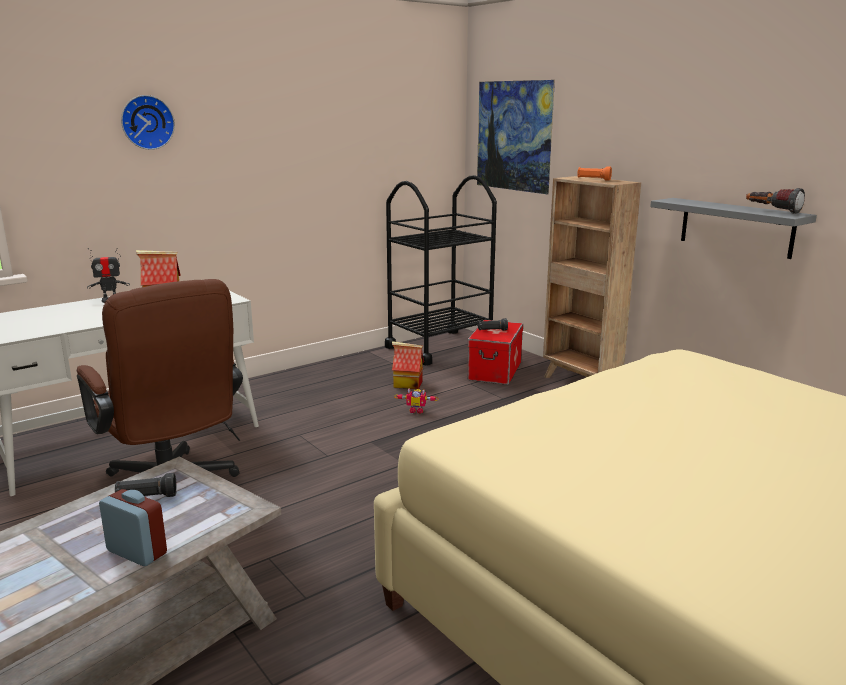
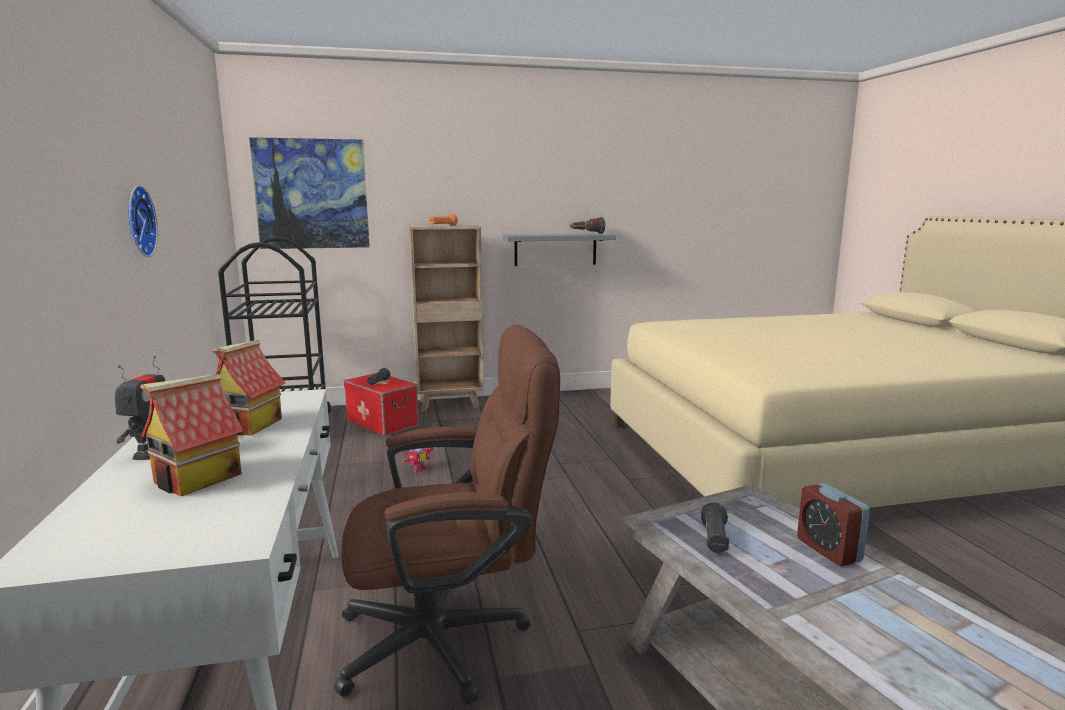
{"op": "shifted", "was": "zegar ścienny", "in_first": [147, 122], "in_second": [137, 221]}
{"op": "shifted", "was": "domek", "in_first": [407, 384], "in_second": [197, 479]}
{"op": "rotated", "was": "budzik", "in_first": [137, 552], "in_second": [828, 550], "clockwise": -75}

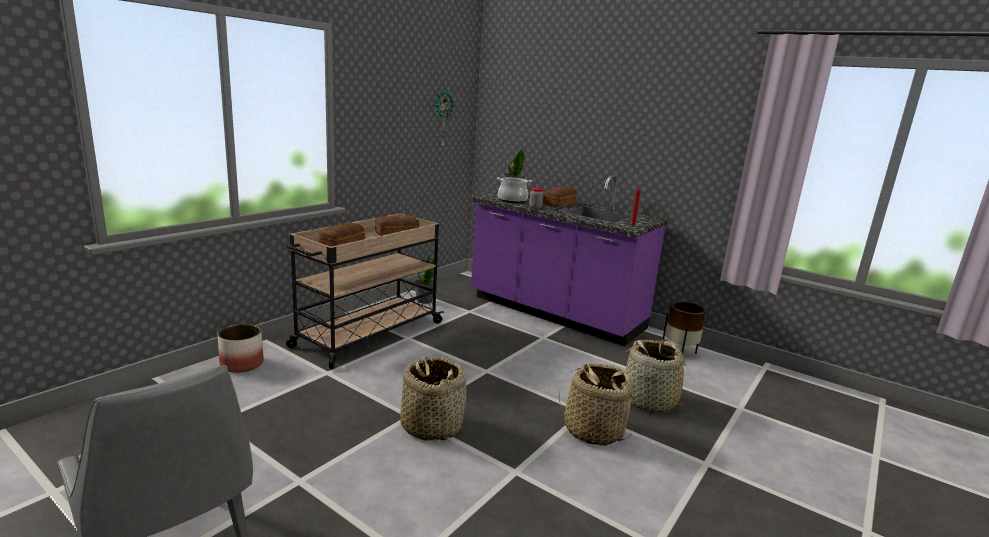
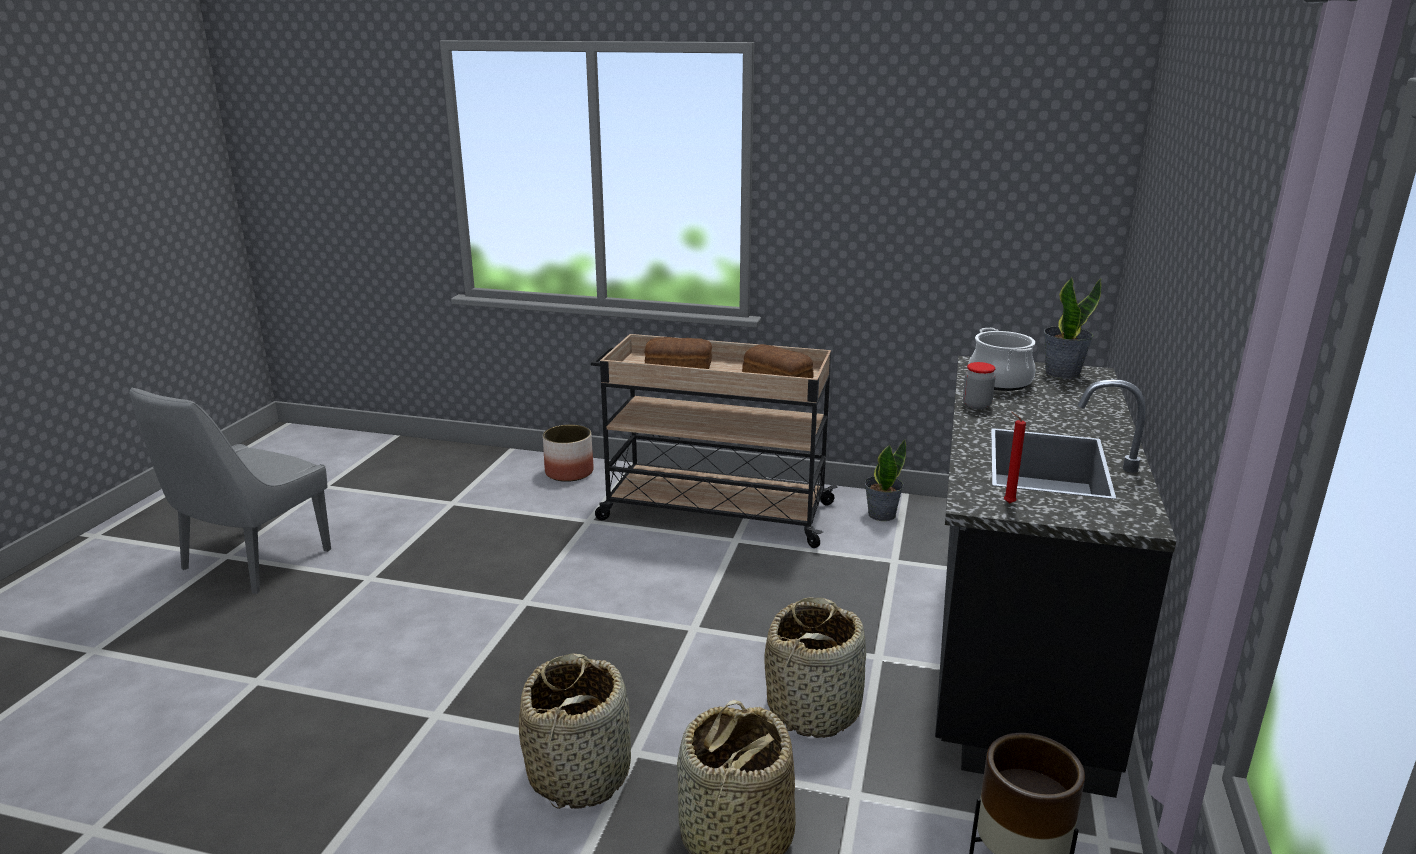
{"op": "gone", "was": "zegar ścienny", "in_first": [442, 118]}
{"op": "repainted", "was": "zabudowa kuchenna (fioletowy)", "now": "zabudowa kuchenna (czarny)", "in_first": [555, 313], "in_second": [1011, 649]}
{"op": "gone", "was": "chleb", "in_first": [559, 203]}
{"op": "shifted", "was": "koszyk", "in_first": [431, 425], "in_second": [814, 708]}

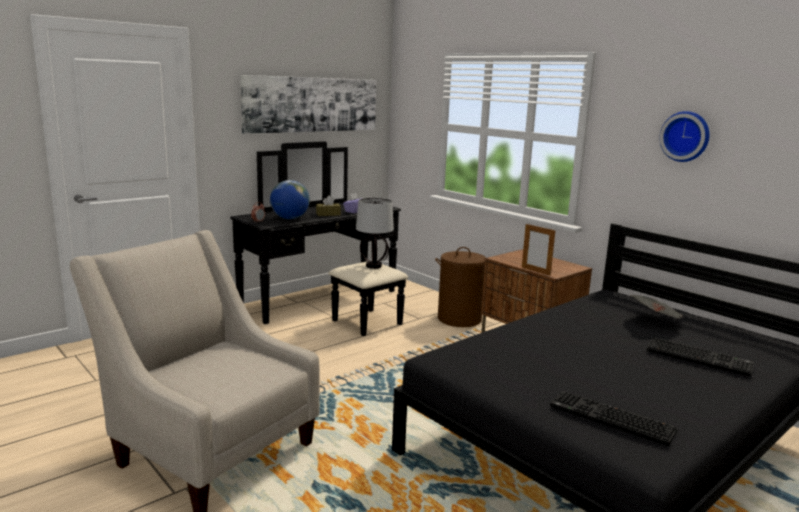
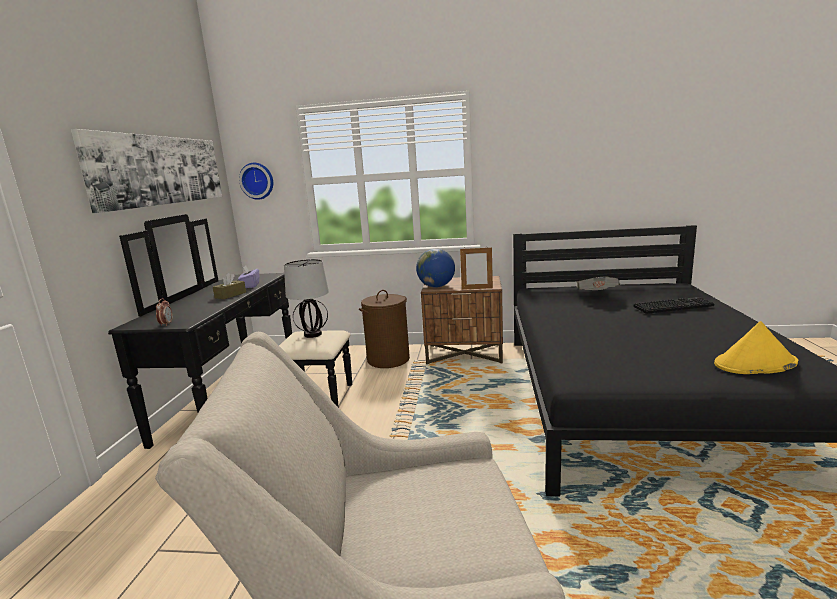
{"op": "shifted", "was": "zegar ścienny", "in_first": [685, 136], "in_second": [257, 181]}
{"op": "shifted", "was": "globus", "in_first": [290, 218], "in_second": [436, 286]}
{"op": "swapped", "was": "klawiatura", "now": "kapelusz (żółty)", "in_first": [609, 419], "in_second": [754, 364]}

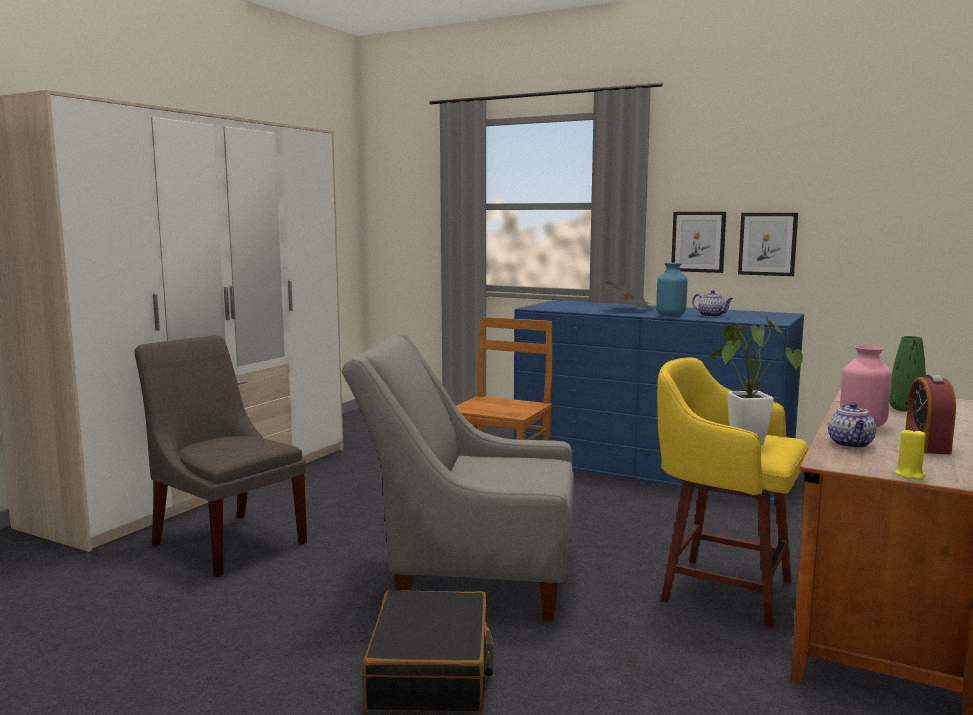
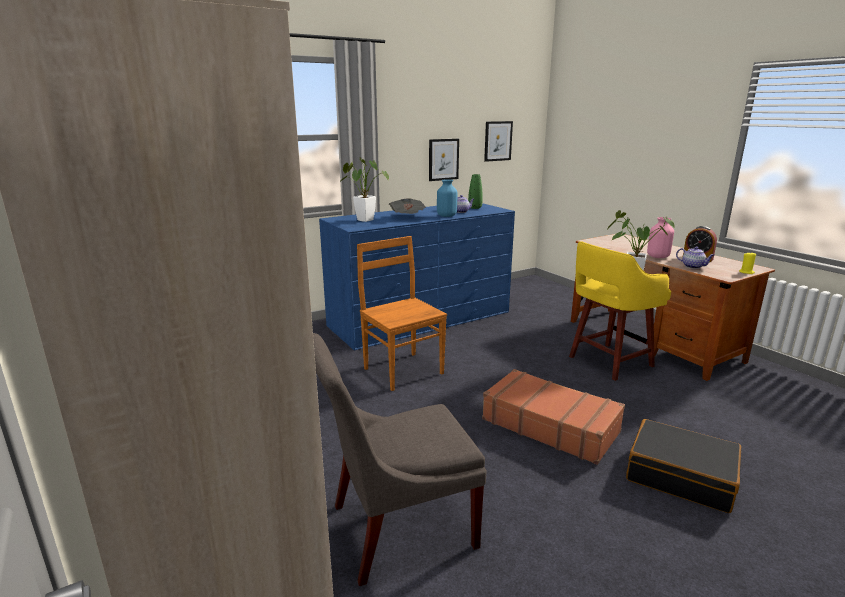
{"op": "shifted", "was": "obraz", "in_first": [698, 242], "in_second": [498, 141]}
{"op": "swapped", "was": "fotel (szary)", "now": "walizka (brązowy)", "in_first": [469, 575], "in_second": [550, 425]}
{"op": "shifted", "was": "wazon (zielony)", "in_first": [905, 409], "in_second": [475, 208]}
{"op": "new", "now": "roślina doniczkowa", "in_second": [362, 219]}

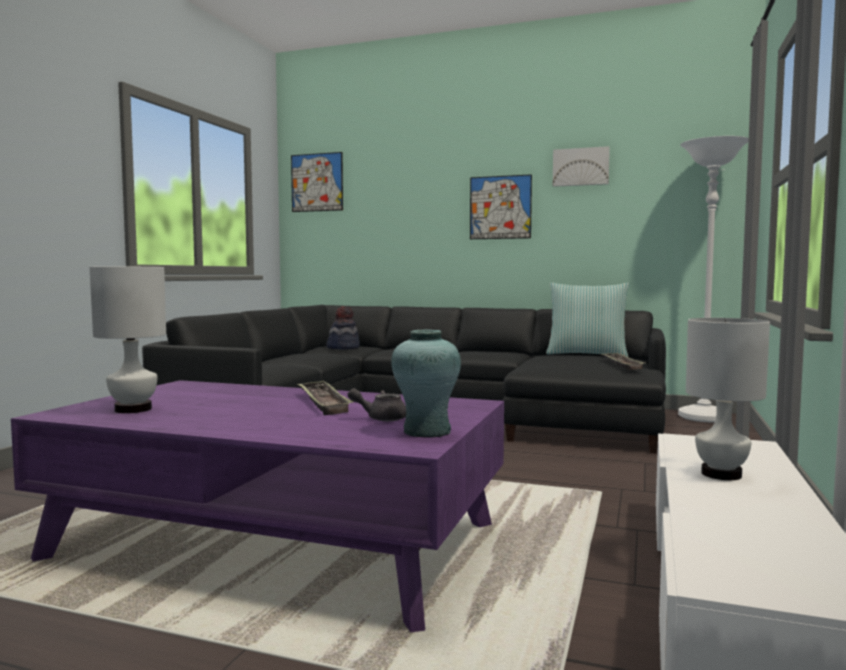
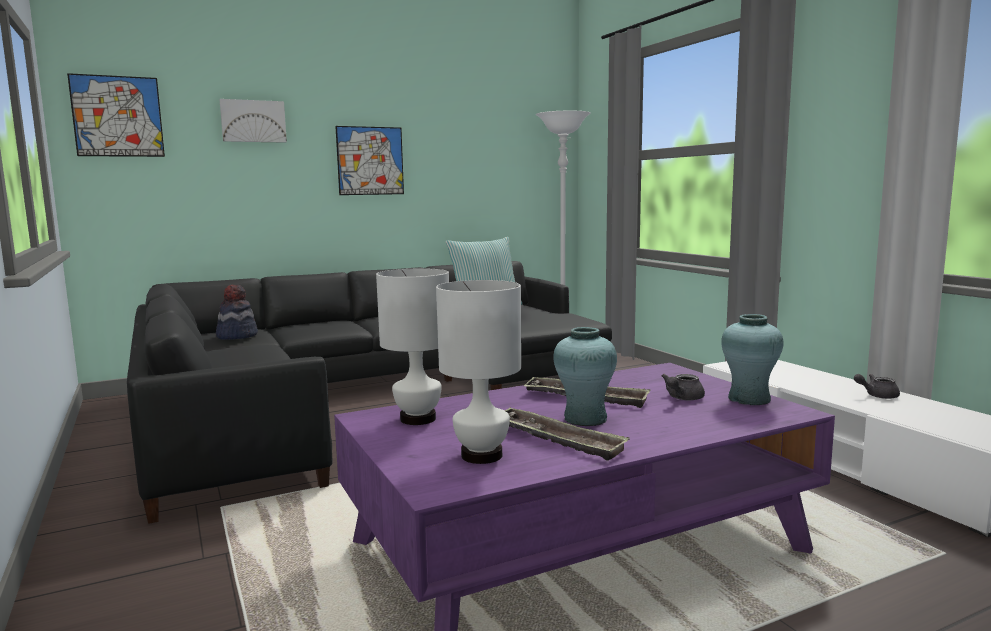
{"op": "shifted", "was": "obraz", "in_first": [581, 167], "in_second": [253, 121]}
{"op": "shifted", "was": "lampa stołowa (biały)", "in_first": [720, 474], "in_second": [417, 419]}
{"op": "shifted", "was": "taca", "in_first": [621, 364], "in_second": [556, 439]}
{"op": "new", "now": "wazon (turkusowy)", "in_second": [585, 419]}
{"op": "new", "now": "imbryk (szary)", "in_second": [877, 395]}

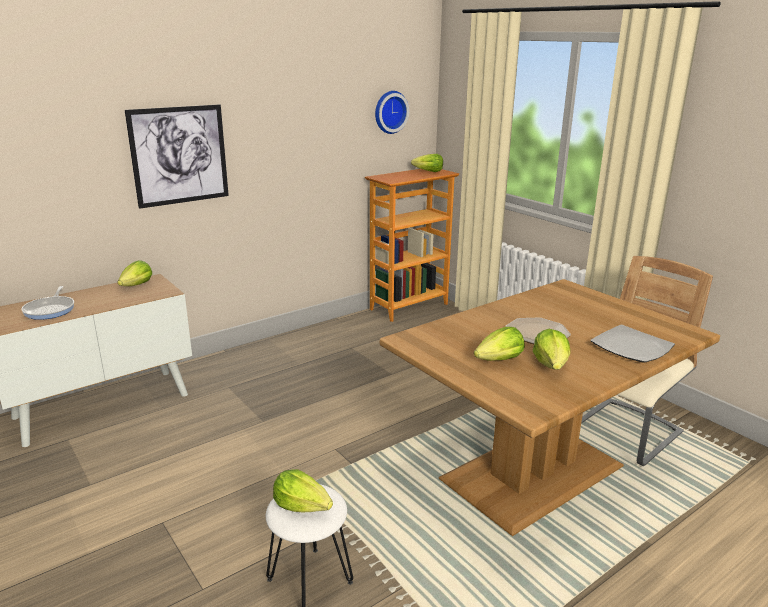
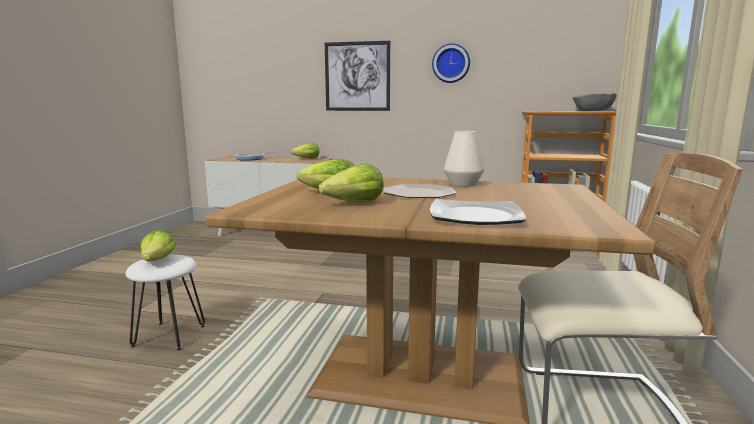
{"op": "shifted", "was": "zegar ścienny", "in_first": [389, 112], "in_second": [451, 63]}
{"op": "swapped", "was": "sałata", "now": "miska (szary)", "in_first": [428, 172], "in_second": [592, 111]}
{"op": "new", "now": "wazon (biały)", "in_second": [462, 184]}

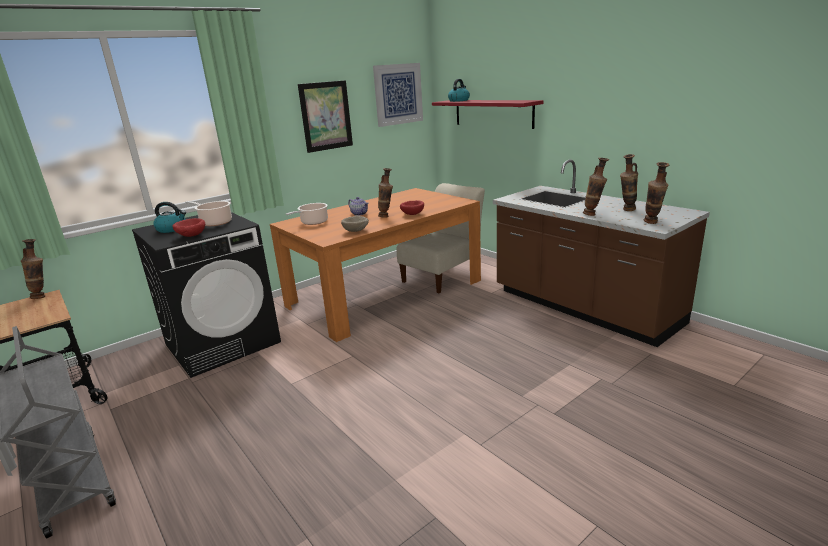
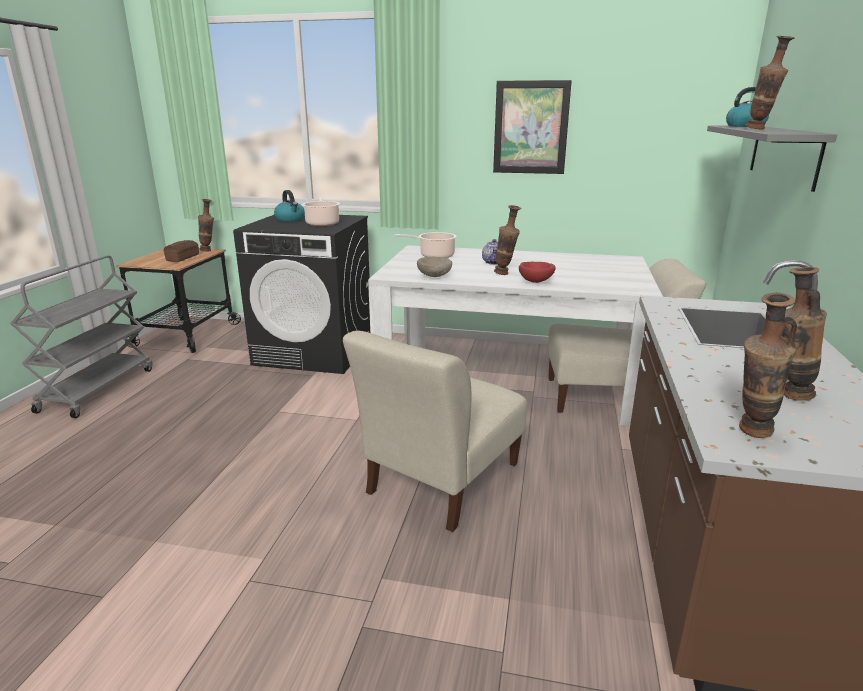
{"op": "gone", "was": "obraz", "in_first": [398, 94]}
{"op": "repainted", "was": "półka (czerwony)", "now": "półka (szary)", "in_first": [493, 113], "in_second": [783, 154]}
{"op": "shifted", "was": "wazon", "in_first": [593, 215], "in_second": [759, 129]}
{"op": "repainted", "was": "stół jadalny (pomarańczowy)", "now": "stół jadalny (biały)", "in_first": [385, 293], "in_second": [509, 380]}
{"op": "gone", "was": "miska (czerwony)", "in_first": [191, 236]}
{"op": "new", "now": "chleb", "in_second": [183, 258]}
{"op": "new", "now": "krzesło (beżowy)", "in_second": [440, 482]}

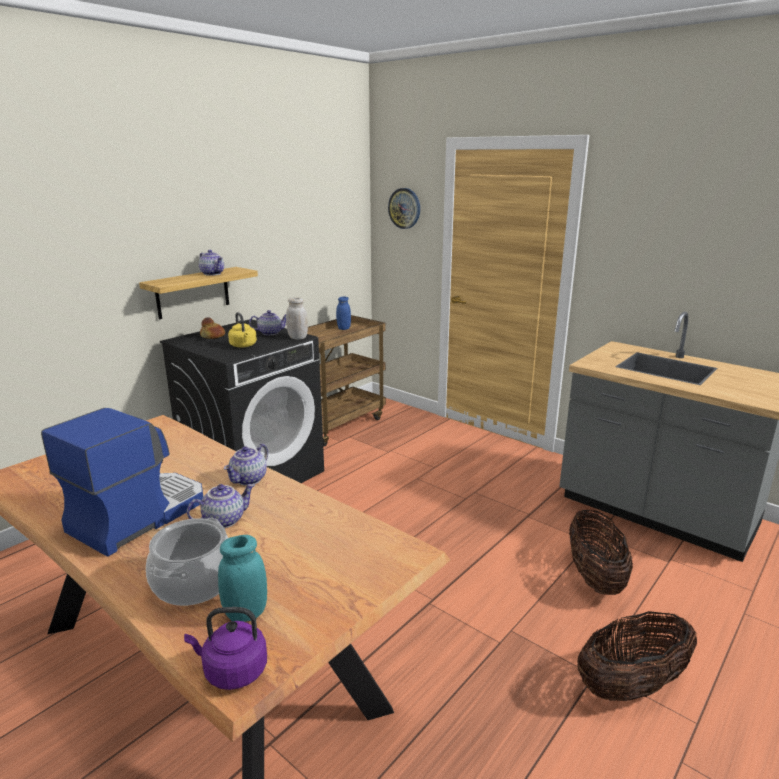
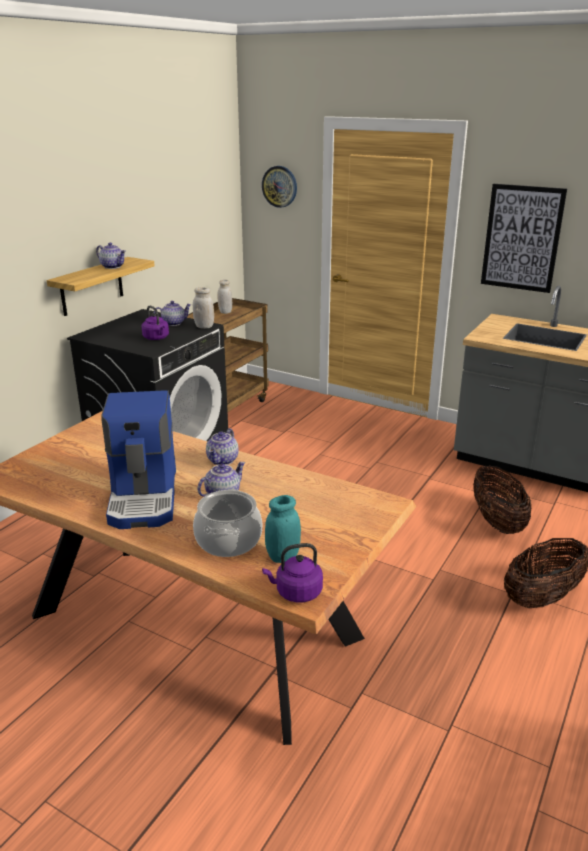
{"op": "repainted", "was": "słoik (niebieski)", "now": "słoik (biały)", "in_first": [343, 328], "in_second": [225, 312]}
{"op": "repainted", "was": "czajnik (żółty)", "now": "czajnik (fioletowy)", "in_first": [243, 346], "in_second": [156, 338]}
{"op": "gone", "was": "chleb", "in_first": [213, 336]}
{"op": "rotated", "was": "ekspres do kawy", "in_first": [138, 515], "in_second": [145, 497], "clockwise": 150}
{"op": "new", "now": "obraz", "in_second": [522, 238]}

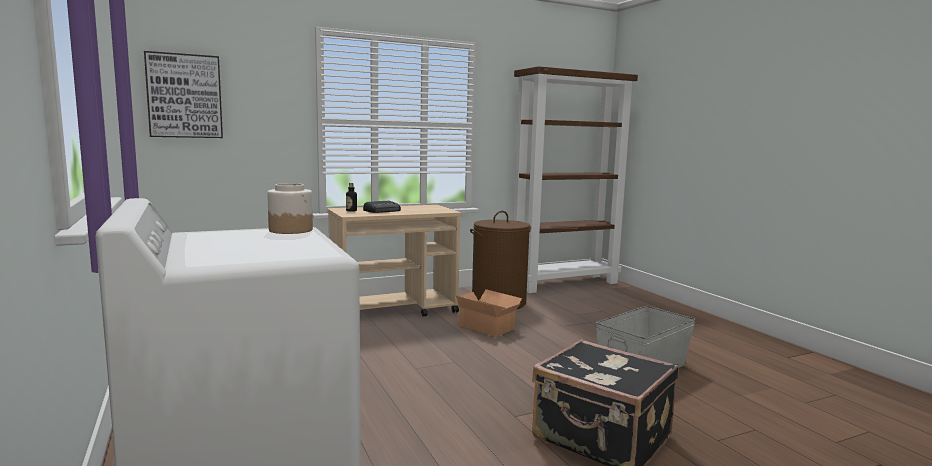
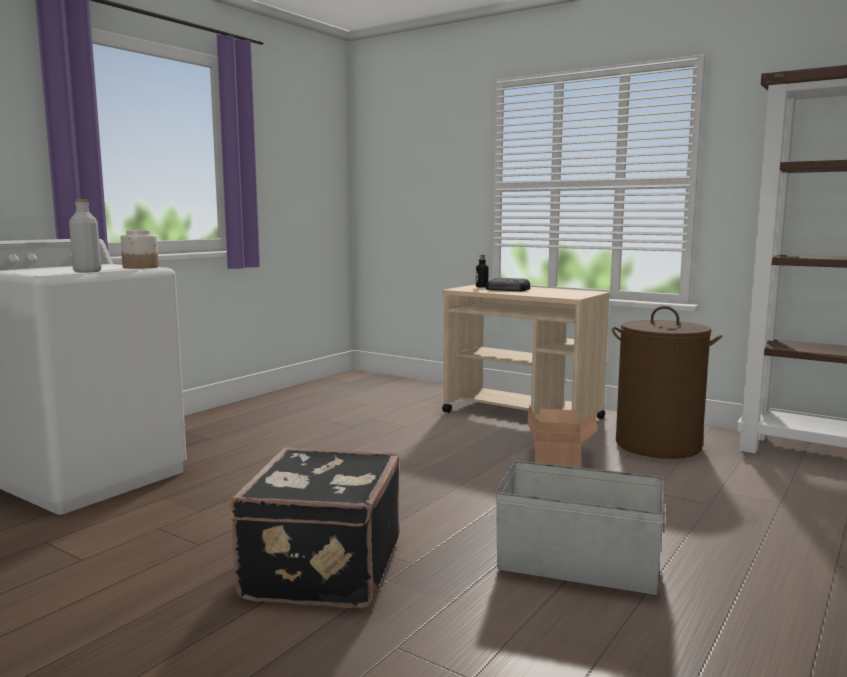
{"op": "gone", "was": "obraz", "in_first": [184, 96]}
{"op": "new", "now": "butelka (szary)", "in_second": [87, 271]}

